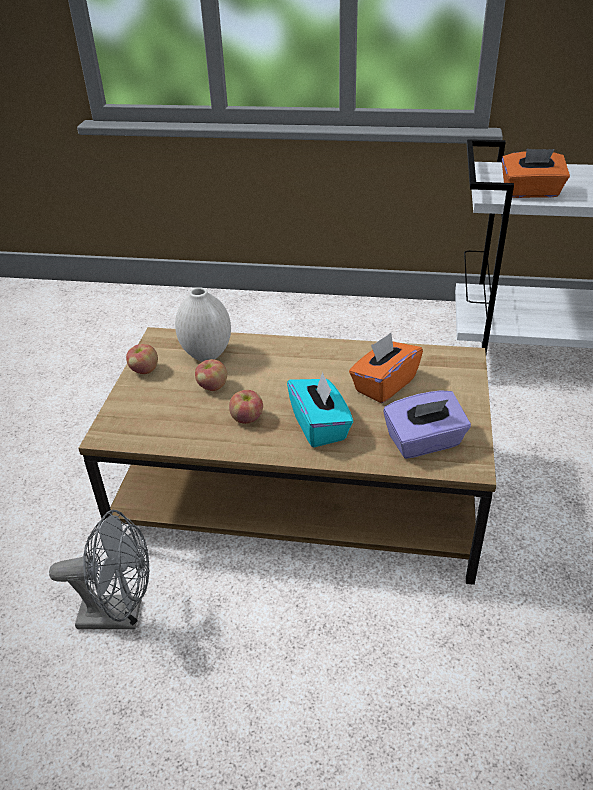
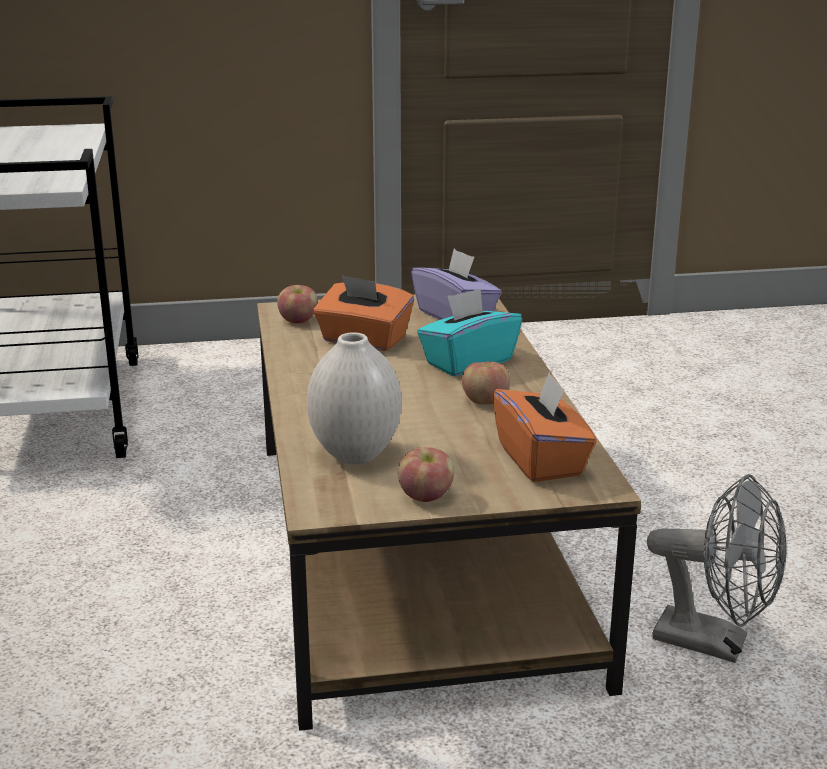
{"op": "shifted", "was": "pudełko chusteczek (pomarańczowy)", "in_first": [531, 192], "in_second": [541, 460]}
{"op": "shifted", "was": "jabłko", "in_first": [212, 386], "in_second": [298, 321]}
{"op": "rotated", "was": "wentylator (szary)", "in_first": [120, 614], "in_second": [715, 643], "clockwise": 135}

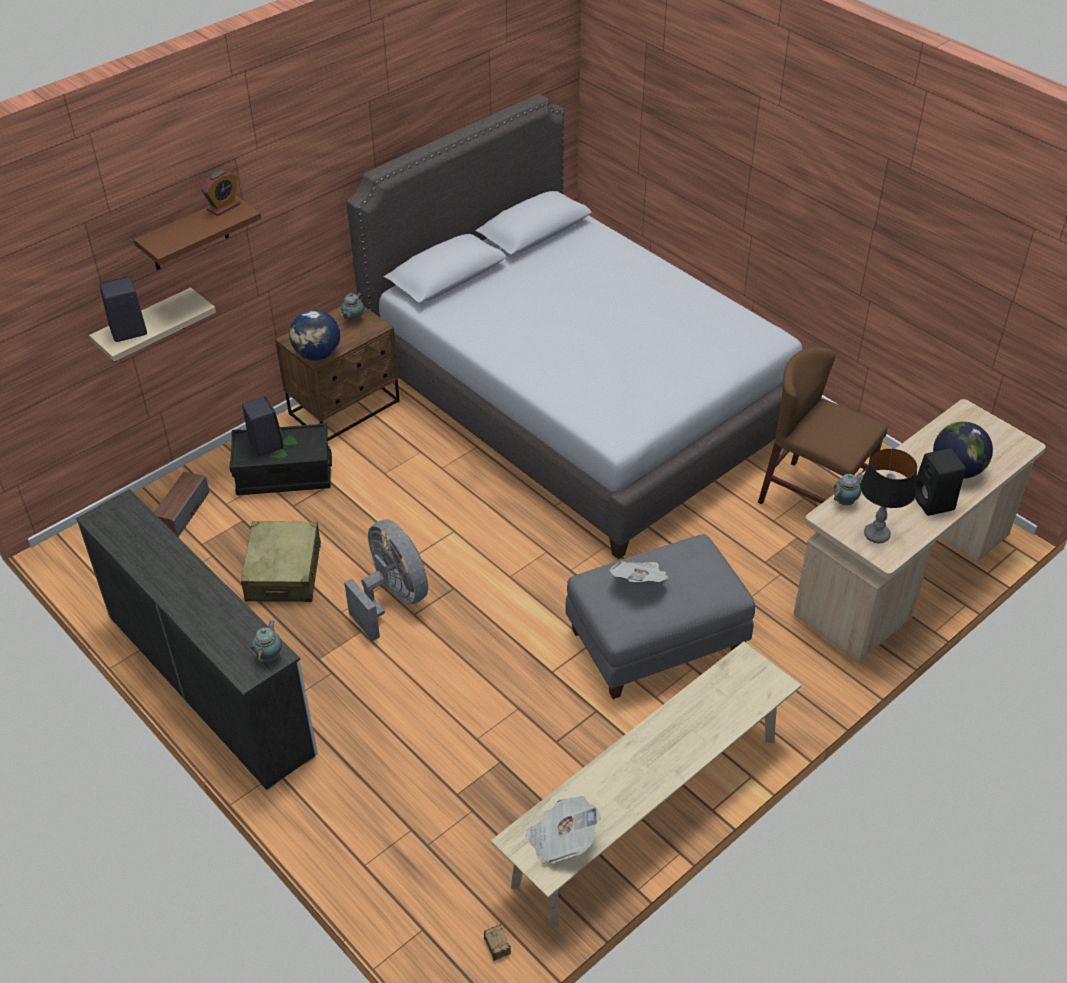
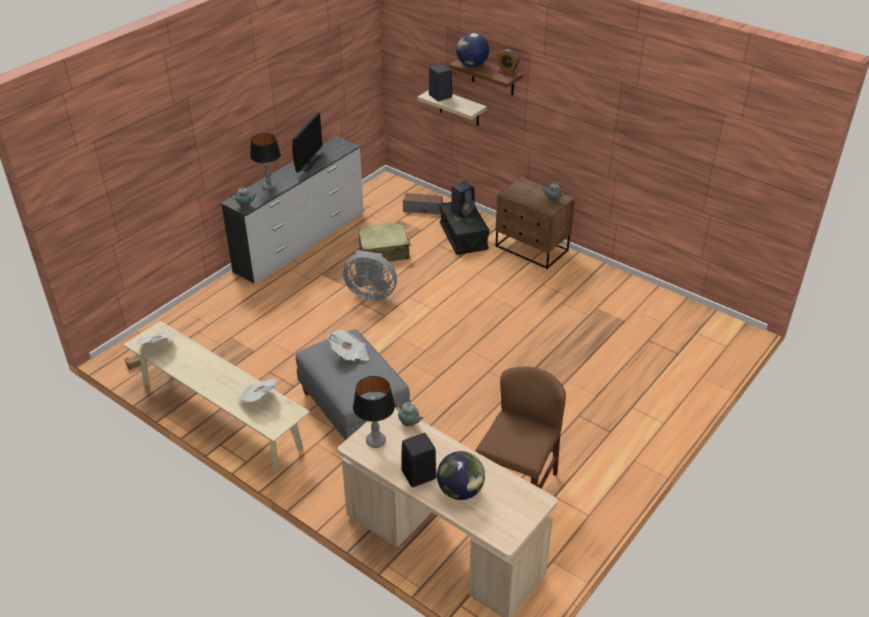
{"op": "gone", "was": "łóżko (szary)", "in_first": [580, 400]}
{"op": "shifted", "was": "globus", "in_first": [317, 355], "in_second": [472, 65]}
{"op": "rotated", "was": "wentylator (szary)", "in_first": [392, 599], "in_second": [371, 293], "clockwise": 60}
{"op": "new", "now": "monitor", "in_second": [308, 162]}
{"op": "new", "now": "lampa stołowa", "in_second": [269, 187]}
{"op": "new", "now": "gazeta", "in_second": [258, 398]}

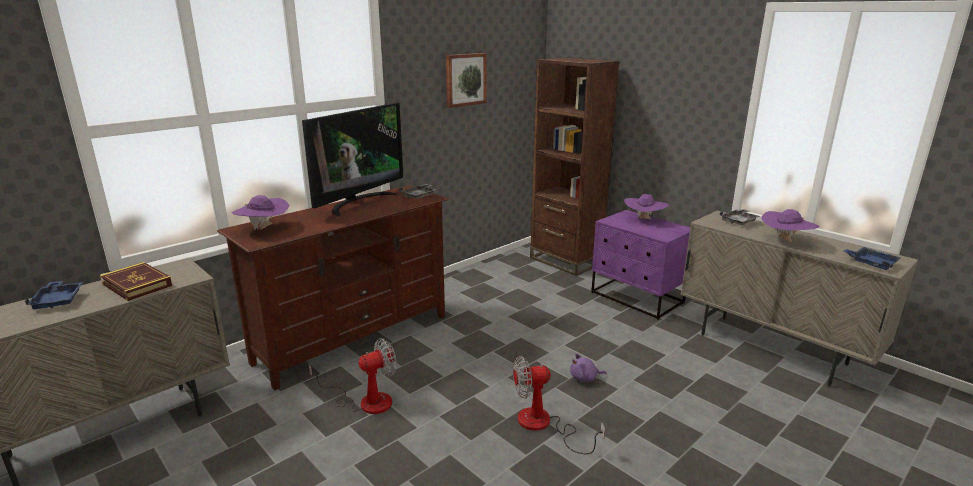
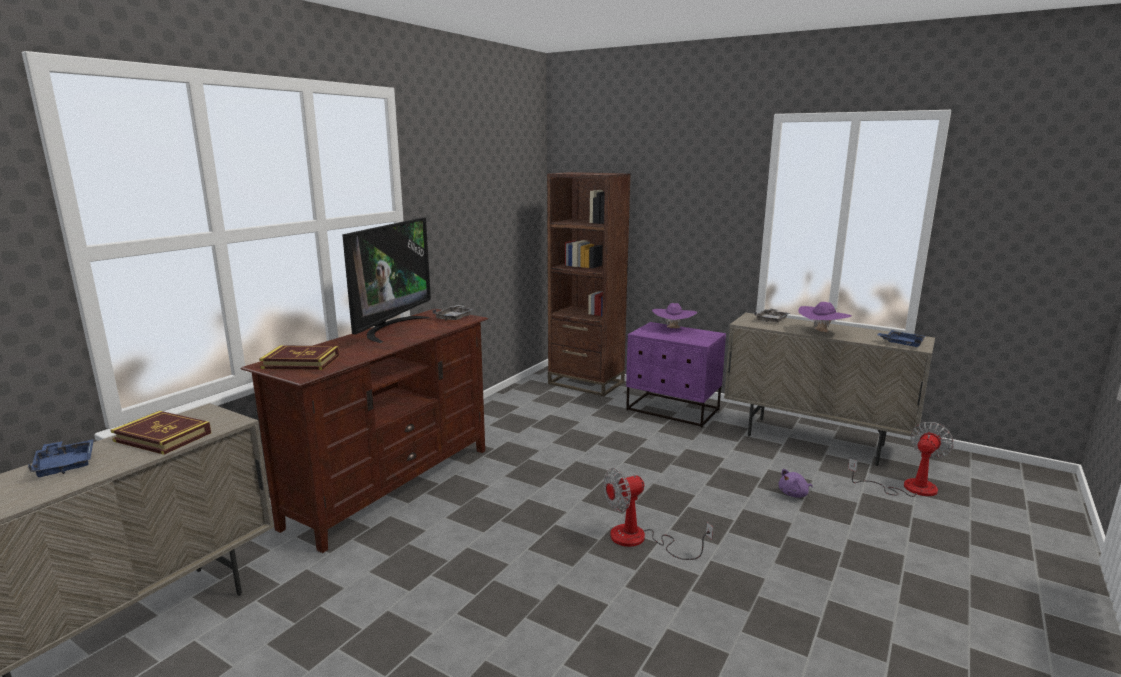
{"op": "gone", "was": "obraz", "in_first": [465, 79]}
{"op": "swapped", "was": "kapelusz (fioletowy)", "now": "książka", "in_first": [264, 229], "in_second": [301, 362]}
{"op": "shifted", "was": "wentylator", "in_first": [365, 401], "in_second": [908, 488]}
{"op": "shifted", "was": "pluszak (fioletowy)", "in_first": [585, 378], "in_second": [794, 494]}

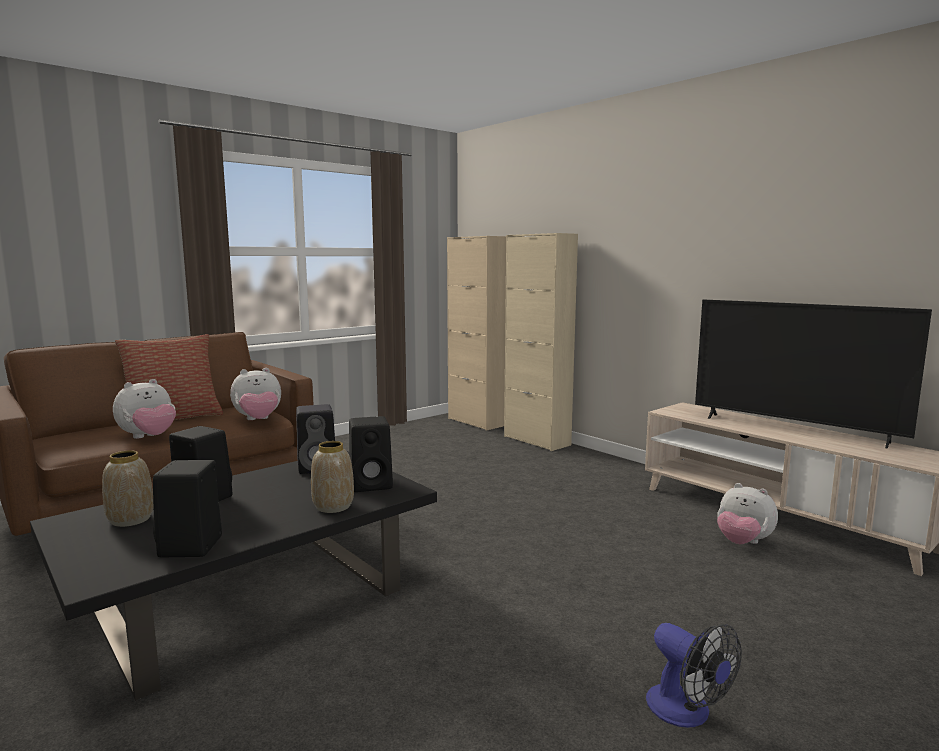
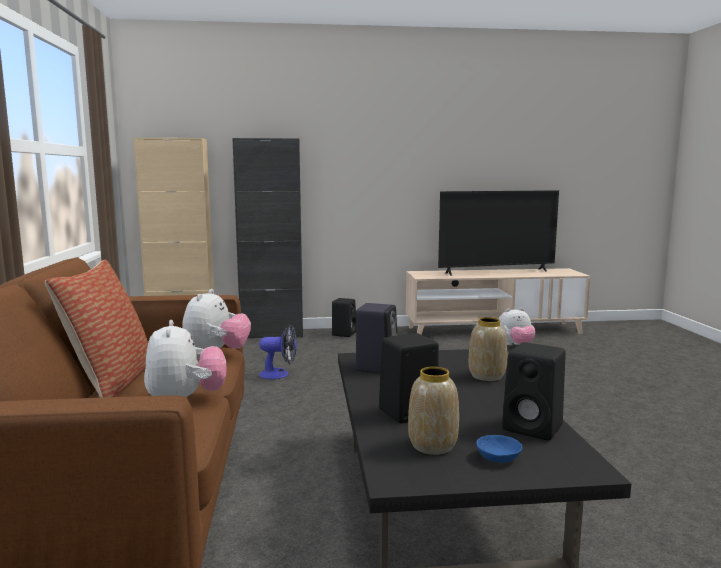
{"op": "repainted", "was": "szafka (beżowy)", "now": "szafka (czarny)", "in_first": [536, 441], "in_second": [272, 334]}
{"op": "shifted", "was": "głośnik (czarny)", "in_first": [372, 484], "in_second": [344, 333]}
{"op": "shifted", "was": "wentylator", "in_first": [687, 712], "in_second": [279, 374]}
{"op": "new", "now": "miska (niebieski)", "in_second": [498, 458]}

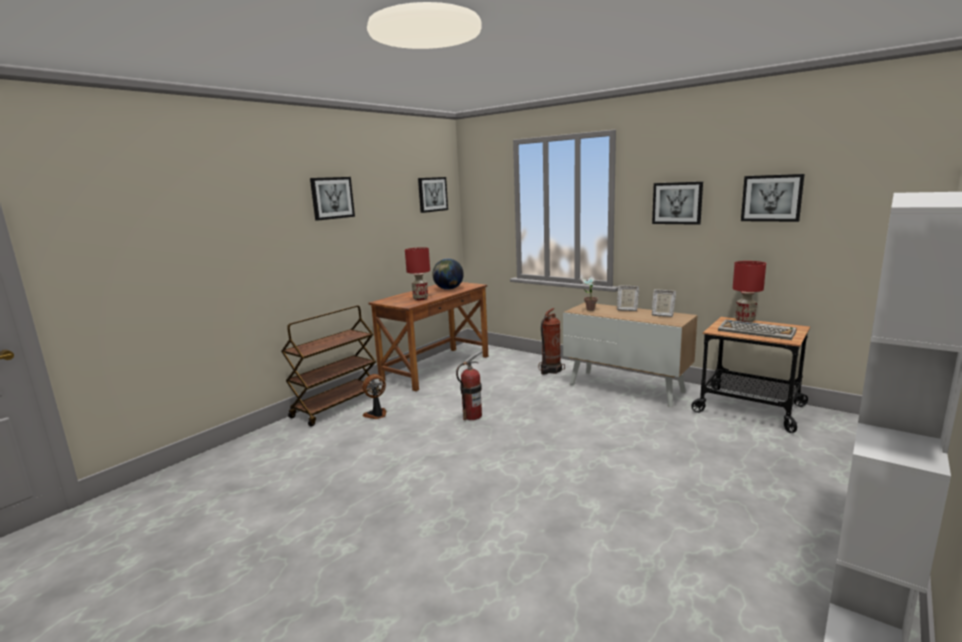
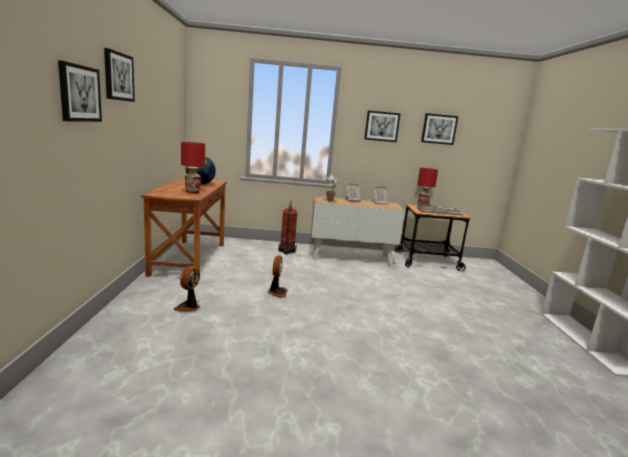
{"op": "shifted", "was": "obraz", "in_first": [432, 194], "in_second": [79, 93]}
{"op": "gone", "was": "wózek (brązowy)", "in_first": [336, 406]}
{"op": "swapped", "was": "gaśnica", "now": "wentylator", "in_first": [472, 416], "in_second": [277, 292]}

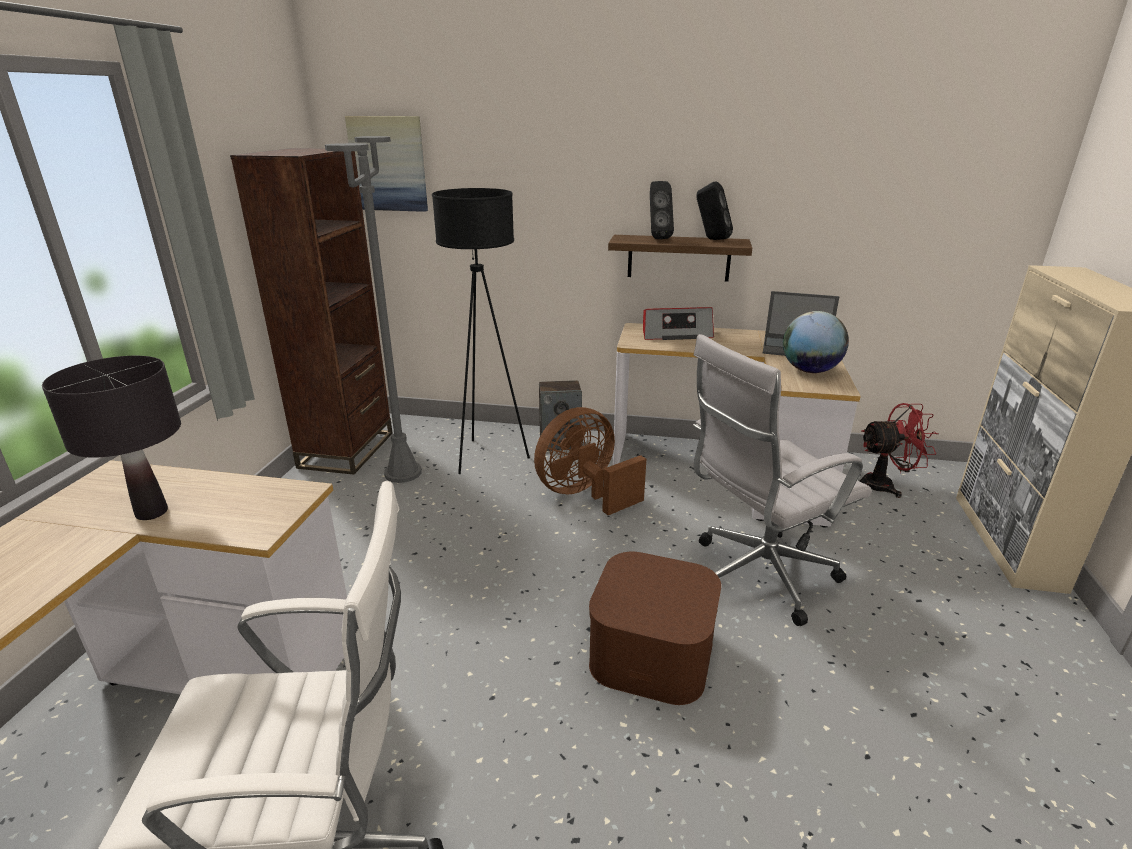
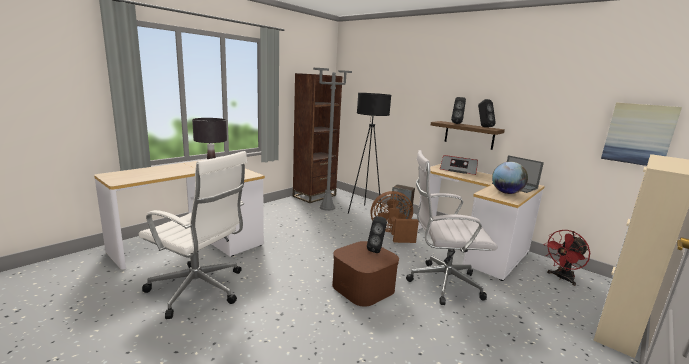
{"op": "shifted", "was": "obraz", "in_first": [388, 164], "in_second": [638, 134]}
{"op": "rotated", "was": "wentylator (czerwony)", "in_first": [884, 485], "in_second": [561, 278], "clockwise": 120}
{"op": "new", "now": "głośnik (czarny)", "in_second": [377, 249]}

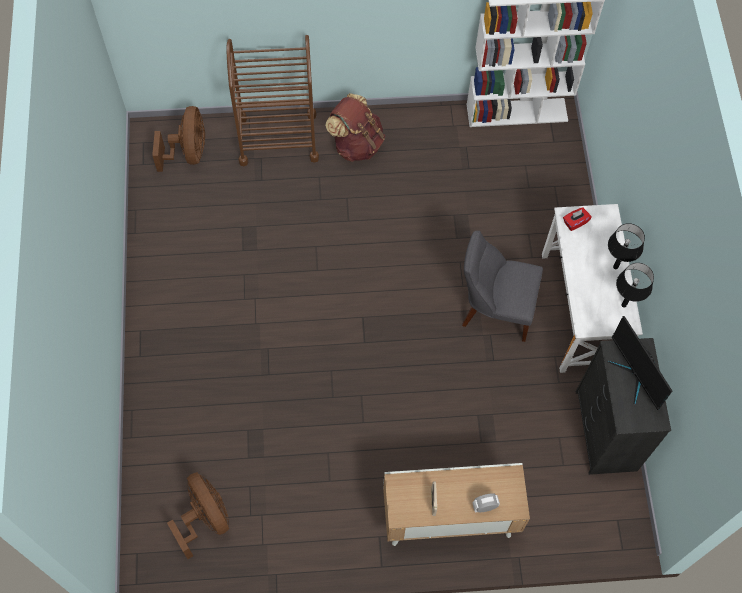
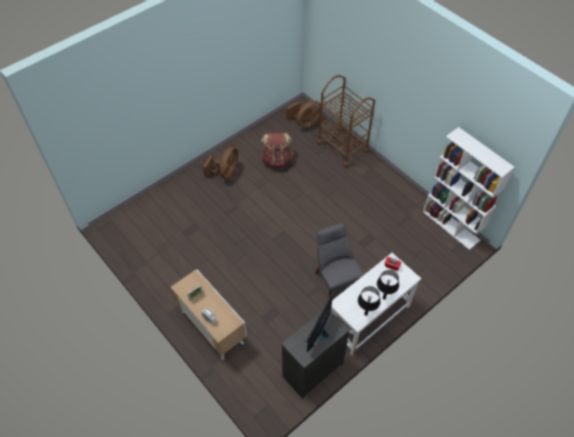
{"op": "shifted", "was": "plecak (brązowy)", "in_first": [356, 144], "in_second": [277, 160]}
{"op": "shifted", "was": "wentylator (brązowy)", "in_first": [205, 518], "in_second": [225, 173]}

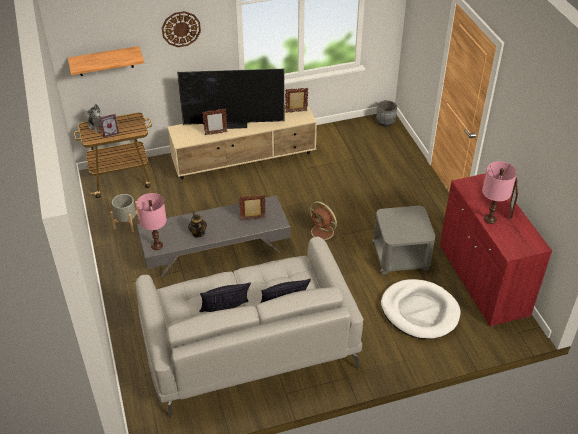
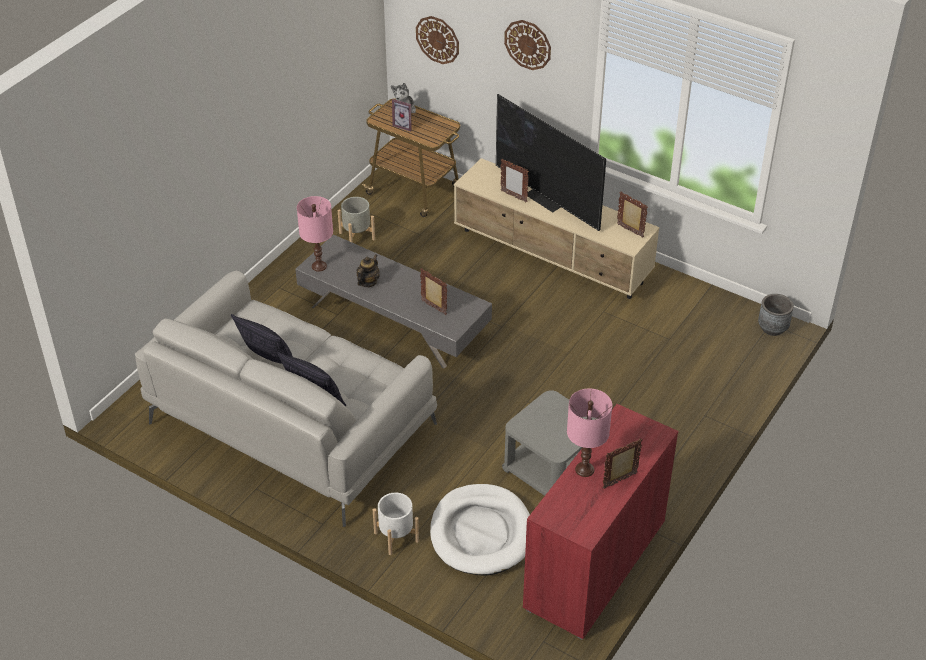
{"op": "swapped", "was": "półka", "now": "zegar ścienny", "in_first": [105, 61], "in_second": [437, 39]}
{"op": "gone", "was": "wentylator (brązowy)", "in_first": [323, 232]}
{"op": "new", "now": "donica (biały)", "in_second": [396, 537]}

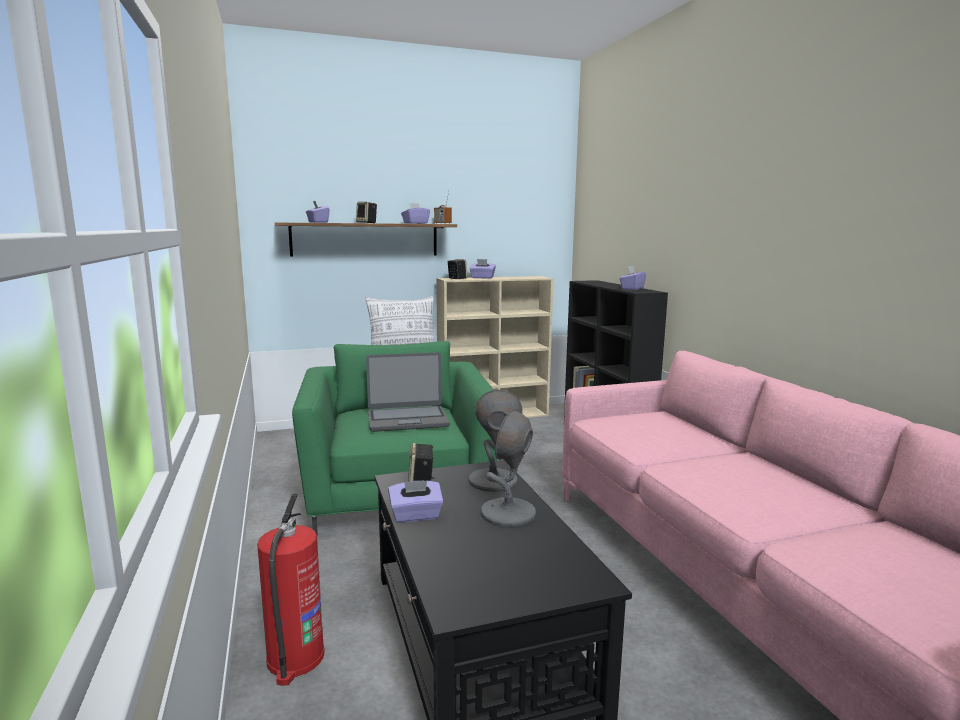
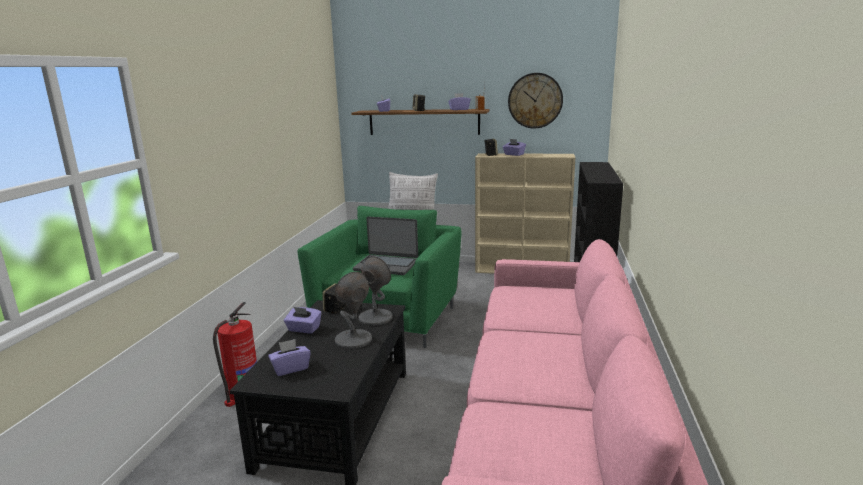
{"op": "shifted", "was": "pudełko chusteczek (fioletowy)", "in_first": [632, 289], "in_second": [290, 368]}
{"op": "new", "now": "zegar ścienny", "in_second": [535, 100]}

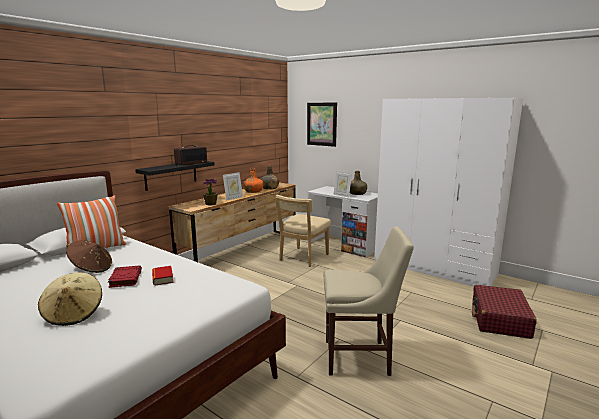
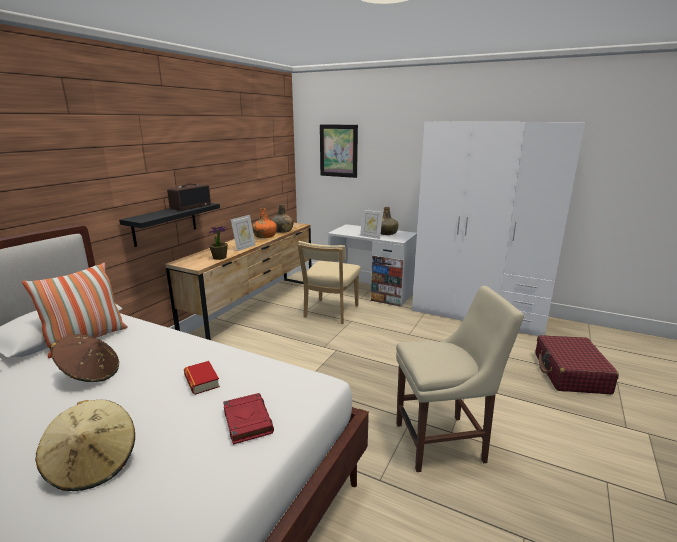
{"op": "shifted", "was": "książka (czerwony)", "in_first": [125, 279], "in_second": [247, 420]}

